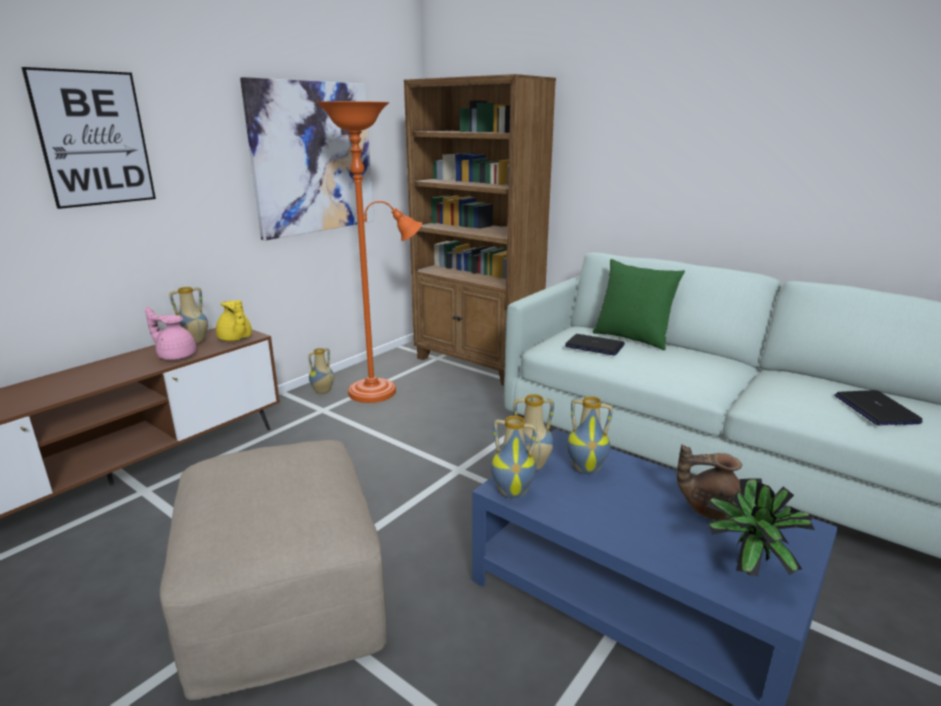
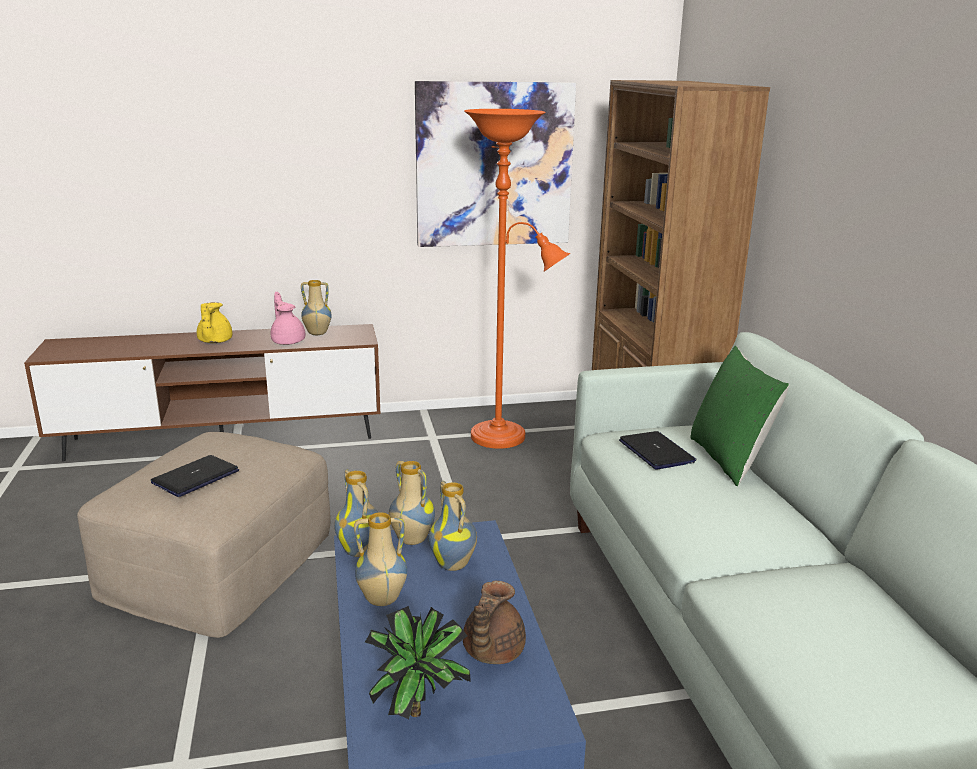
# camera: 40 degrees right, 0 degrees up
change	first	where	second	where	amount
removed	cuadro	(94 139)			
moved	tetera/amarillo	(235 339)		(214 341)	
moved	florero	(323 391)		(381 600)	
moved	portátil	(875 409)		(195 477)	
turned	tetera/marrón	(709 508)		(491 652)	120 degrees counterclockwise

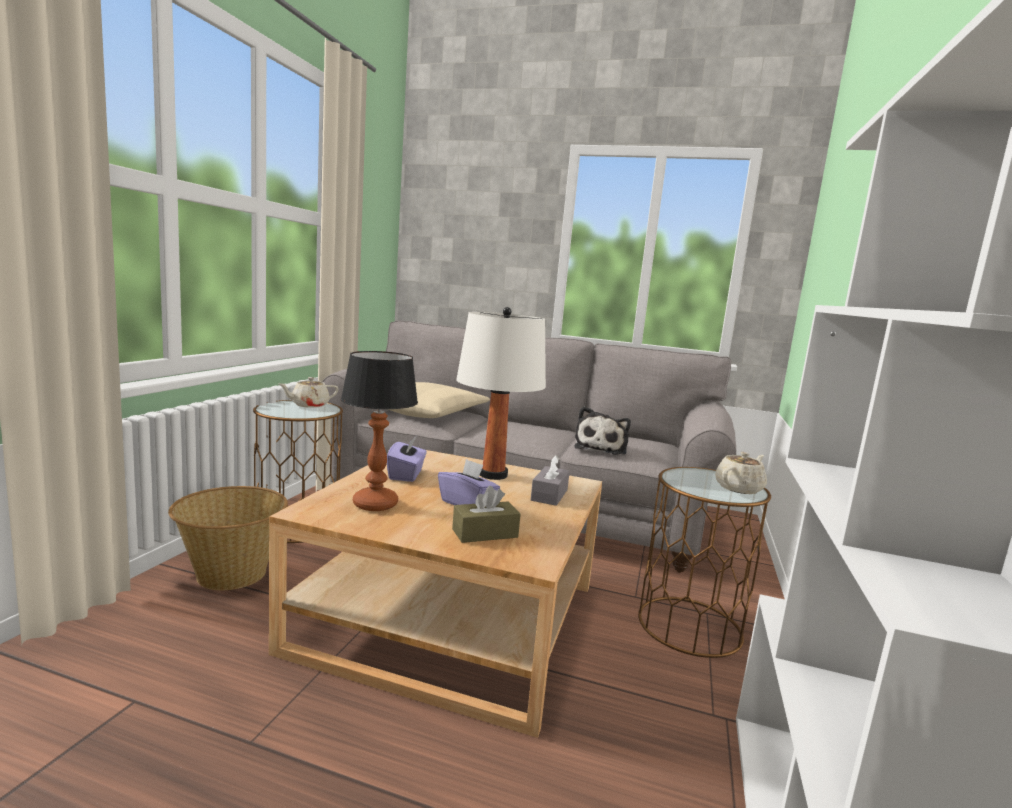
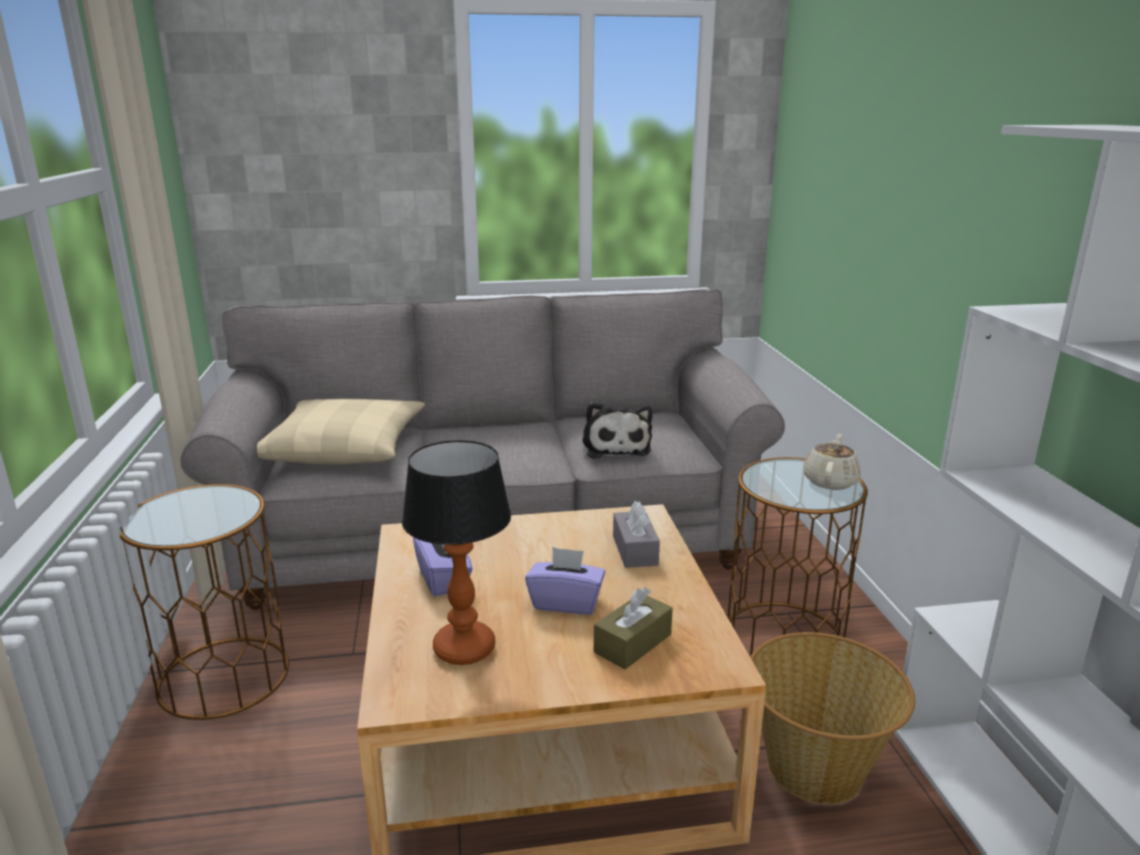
# camera: 25 degrees left, 10 degrees up
change	first	where	second	where	amount
removed	lámpara de mesa/blanco	(493 474)			
removed	tetera/beis	(309 405)			
moved	cesta	(231 574)		(815 769)	

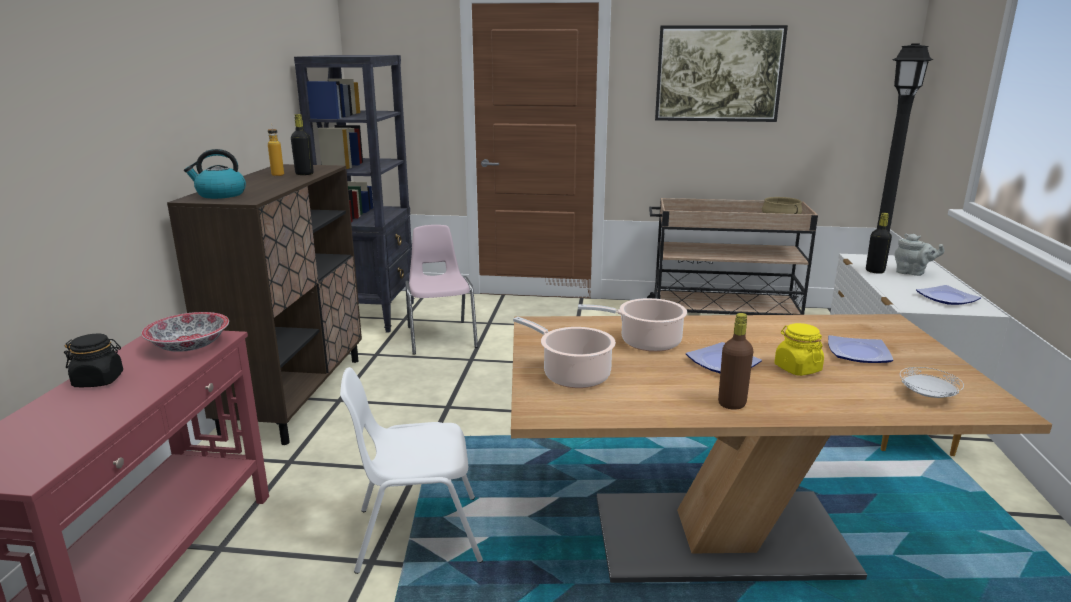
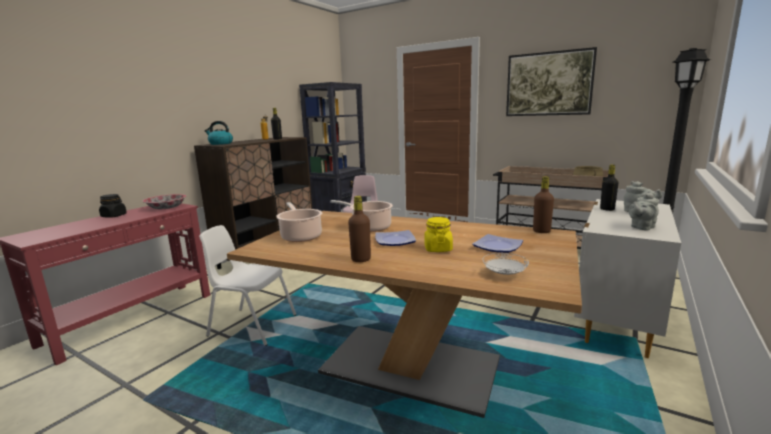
# camera: 25 degrees right, 5 degrees down
change	first	where	second	where	amount
replaced	plato	(946 298)	tetera/gris	(641 227)	
added			botella/marrón	(541 231)	

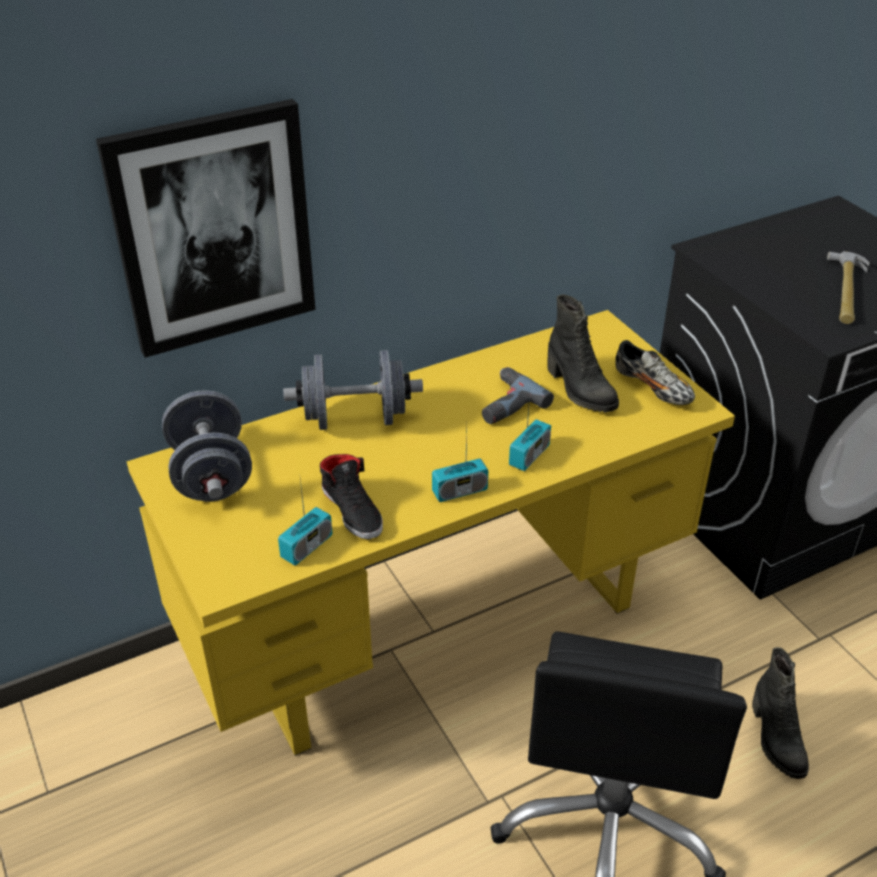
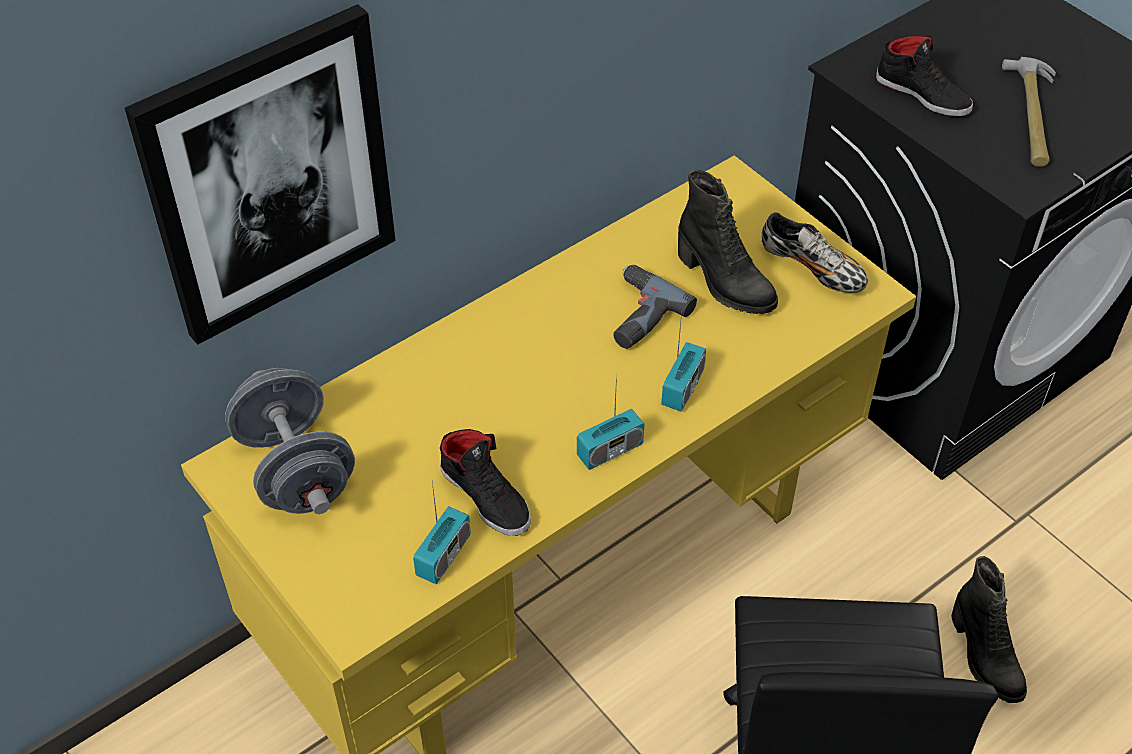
# camera: 10 degrees left, 10 degrees up
change	first	where	second	where	amount
removed	mancuerna/gris	(355 419)			
added			zapato/negro	(923 94)	

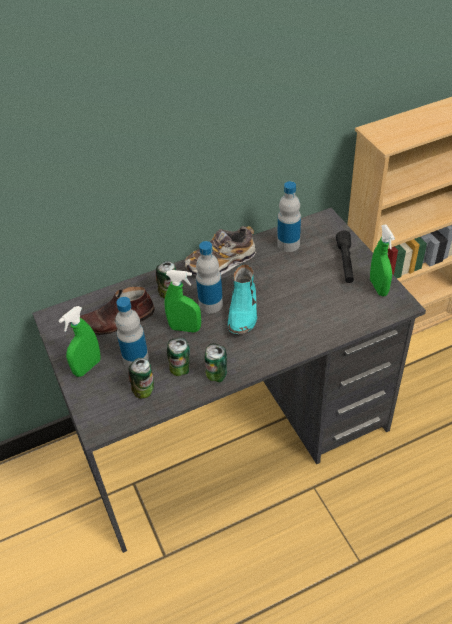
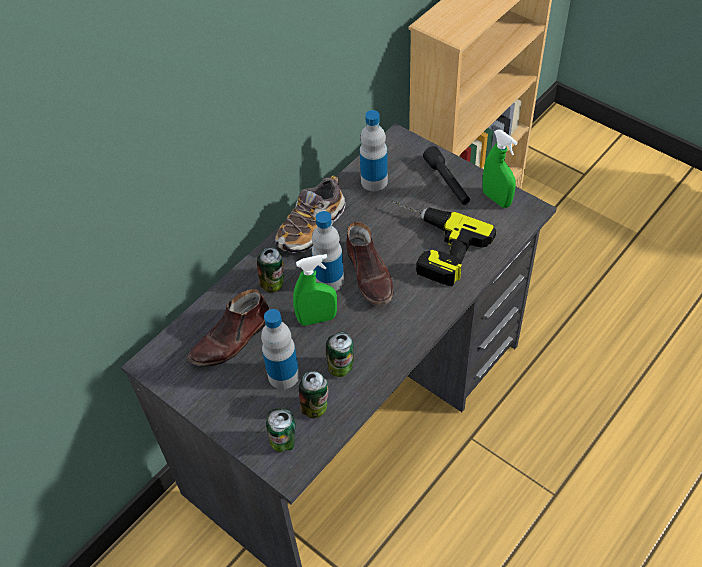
# camera: 25 degrees left, 5 degrees up
change	first	where	second	where	amount
recoloured	zapato/turquesa	(243 310)	zapato/marrón	(370 274)	
removed	pulverizador/verde	(87 367)			
moved	lata	(216 376)		(284 443)	
added			taladro	(429 245)	

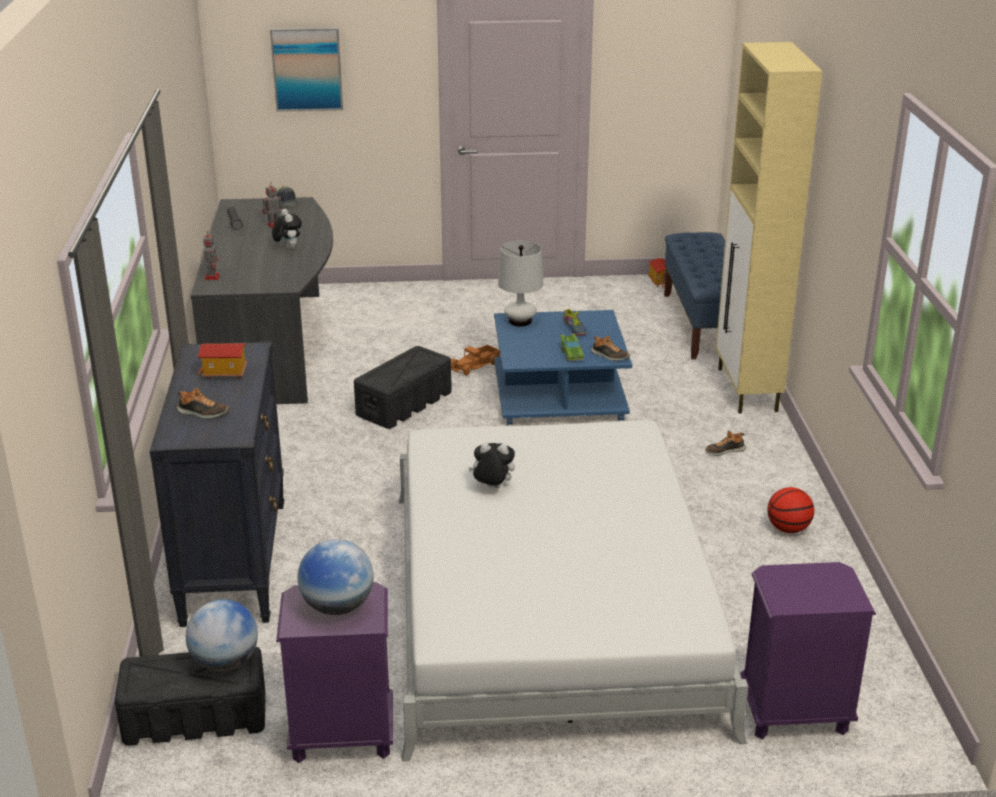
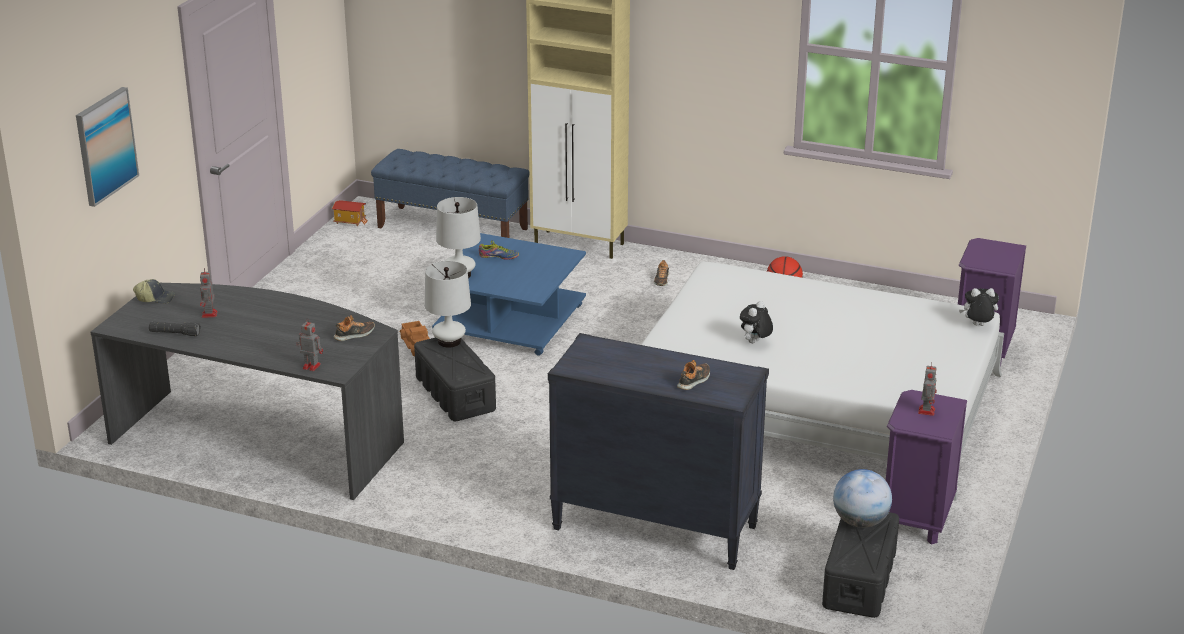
# camera: 65 degrees left, 0 degrees up
change	first	where	second	where	amount
moved	peluche	(288 248)		(977 326)	
removed	coche de juguete/verde	(571 354)			
moved	zapato	(609 356)		(355 335)	
removed	casita	(224 373)			
replaced	globo terráqueo	(337 606)	robot de juguete	(926 410)	
added			lámpara de mesa/blanco	(449 341)	

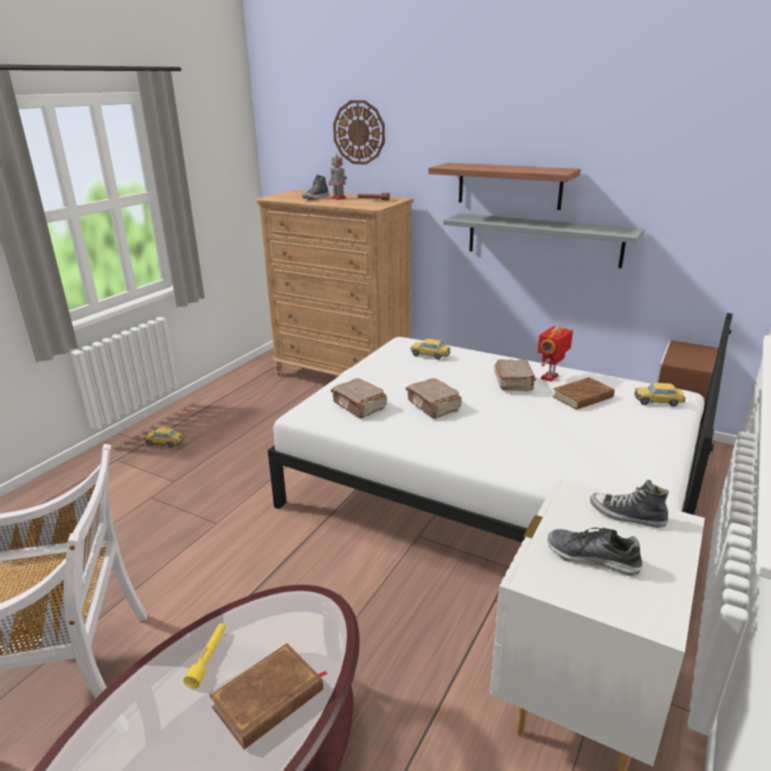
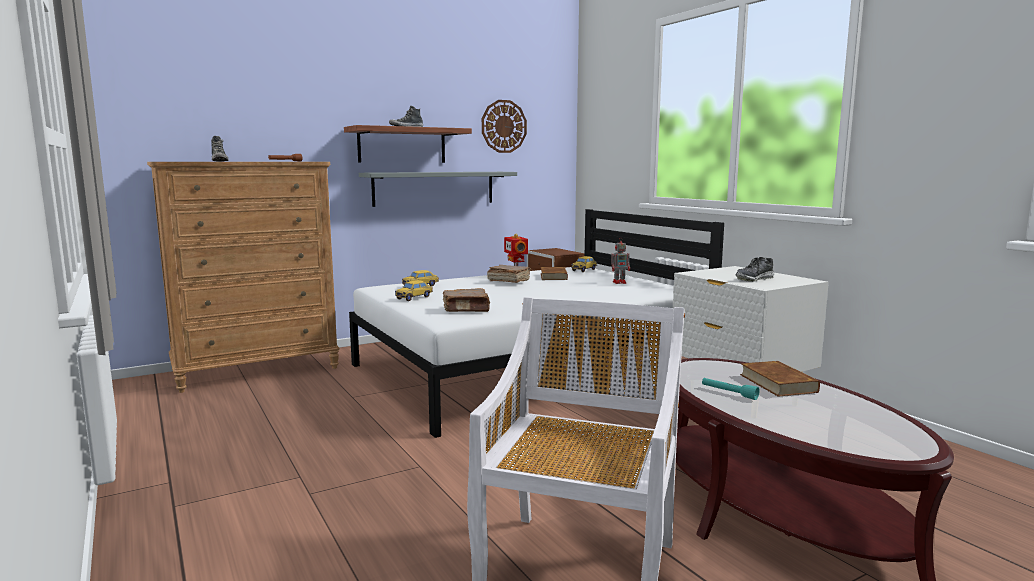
# camera: 60 degrees left, 15 degrees down
change	first	where	second	where	amount
moved	reloj de pared	(359 132)		(503 126)	
moved	robot de juguete	(339 198)		(620 282)	
removed	libro/marrón	(433 406)			
moved	coche de juguete	(165 443)		(414 298)	
moved	zapato	(626 516)		(406 127)	
recoloured	linterna/amarillo	(208 658)	linterna/turquesa	(729 393)	

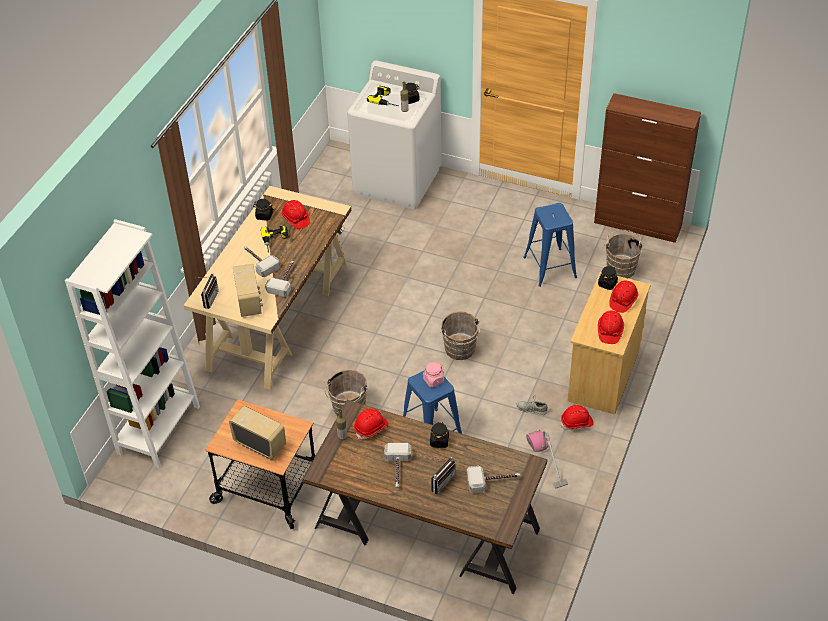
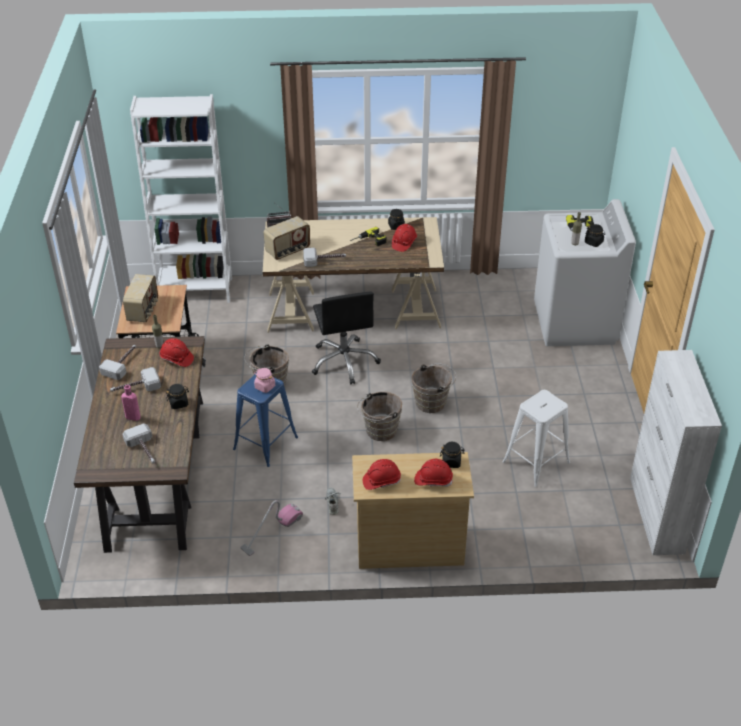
# camera: 65 degrees right, 5 degrees down
change	first	where	second	where	amount
recoloured	armario/marrón	(638 224)	armario/blanco	(656 515)	
recoloured	taburete/azul	(550 267)	taburete/blanco	(536 462)	
moved	cubo/marrón	(621 267)		(433 402)	
moved	martillo	(259 262)		(122 364)	
removed	casco/rojo	(577 423)			
replaced	radio	(440 481)	botella/rosa	(132 417)	
added			silla de oficina/negro	(344 361)	

